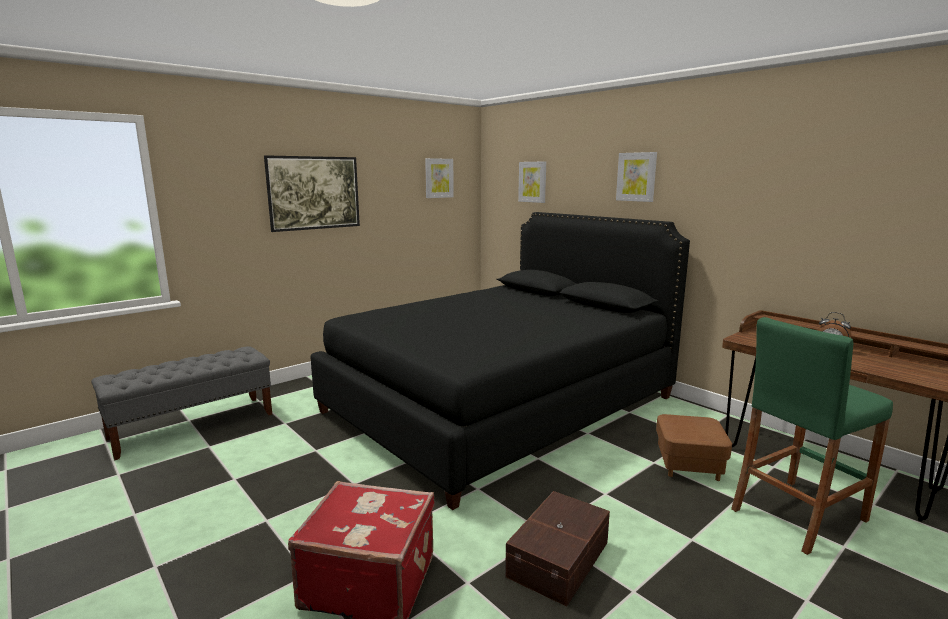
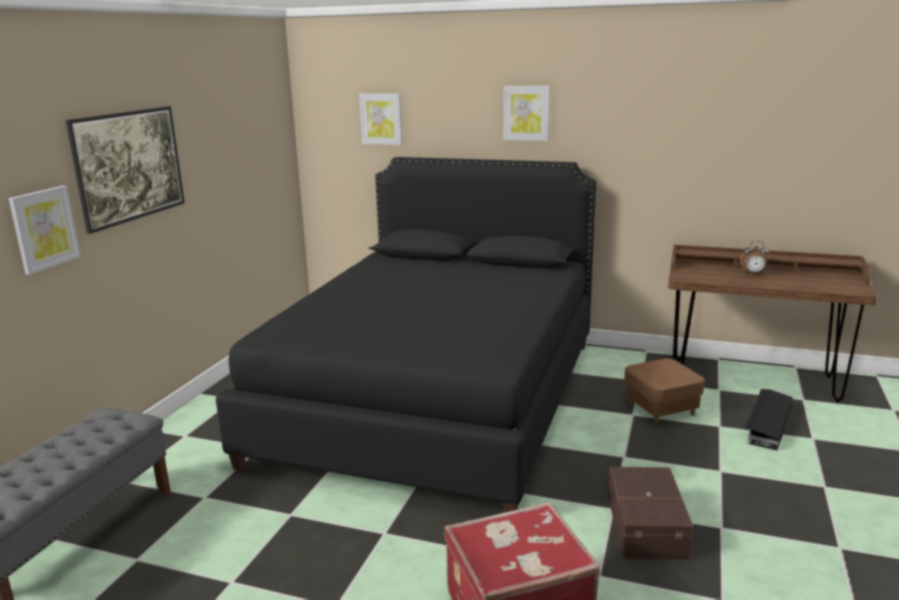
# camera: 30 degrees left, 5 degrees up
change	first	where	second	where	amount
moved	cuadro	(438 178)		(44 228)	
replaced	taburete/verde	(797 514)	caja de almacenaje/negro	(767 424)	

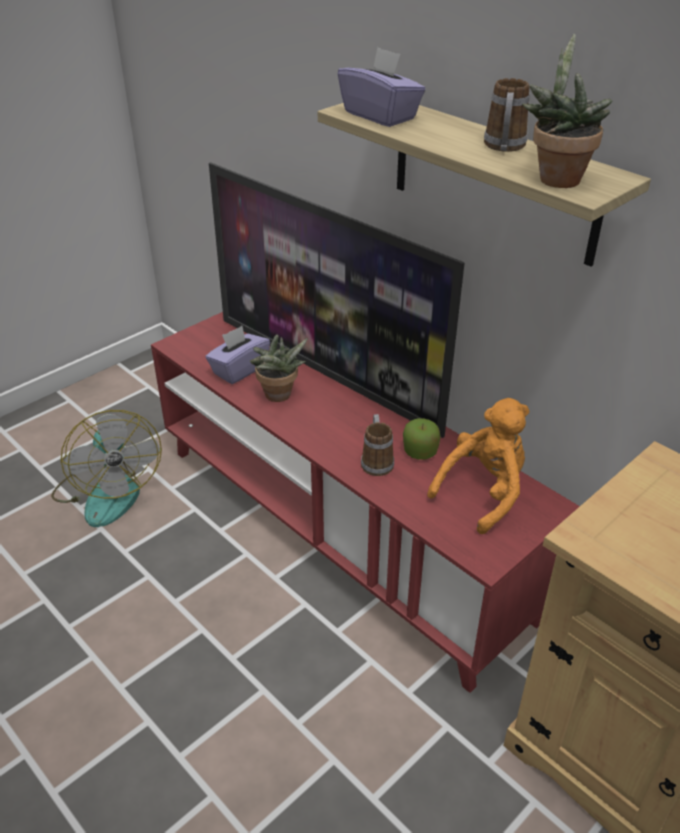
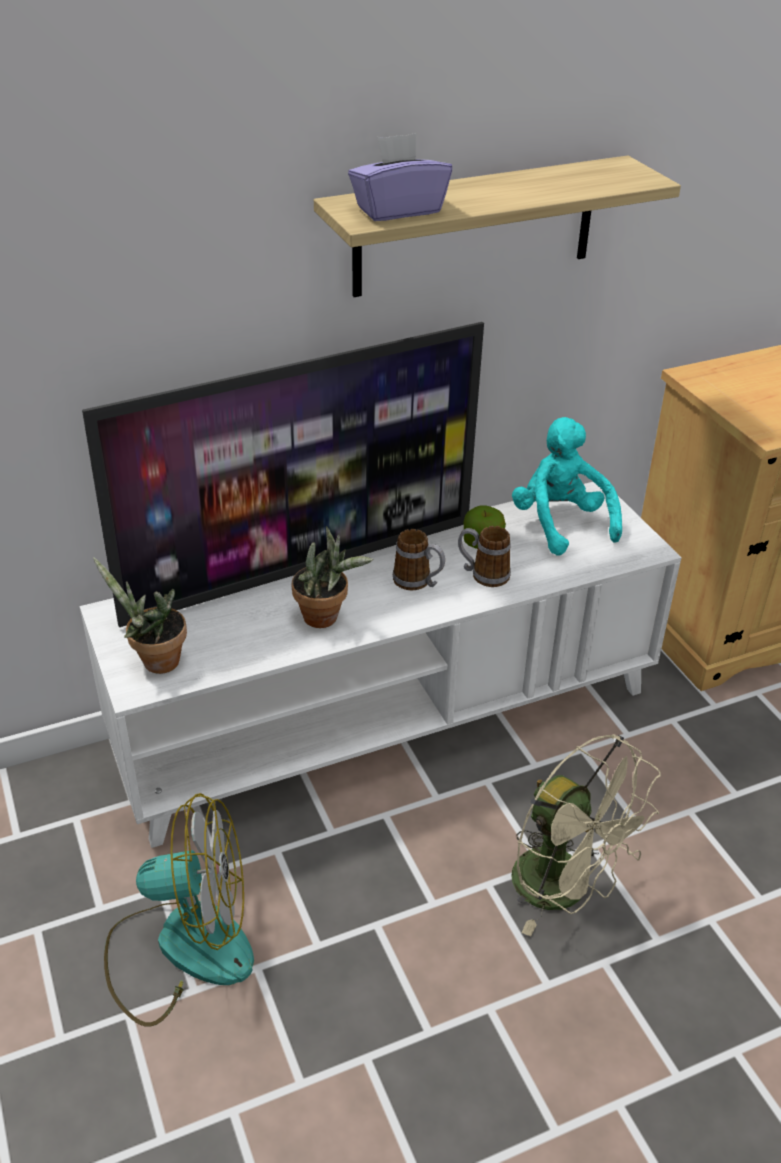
# camera: 70 degrees left, 0 degrees up
change	first	where	second	where	amount
moved	planta en maceta	(556 177)		(155 661)	
moved	taza grande	(504 148)		(418 582)	
recoloured	mueble de televisión/rojo	(340 529)	mueble de televisión/blanco	(388 721)	
removed	caja de pañuelos/morado	(239 370)			
recoloured	peluche/naranja	(483 492)	peluche/turquesa	(560 523)	
added			ventilador/beis	(565 889)	

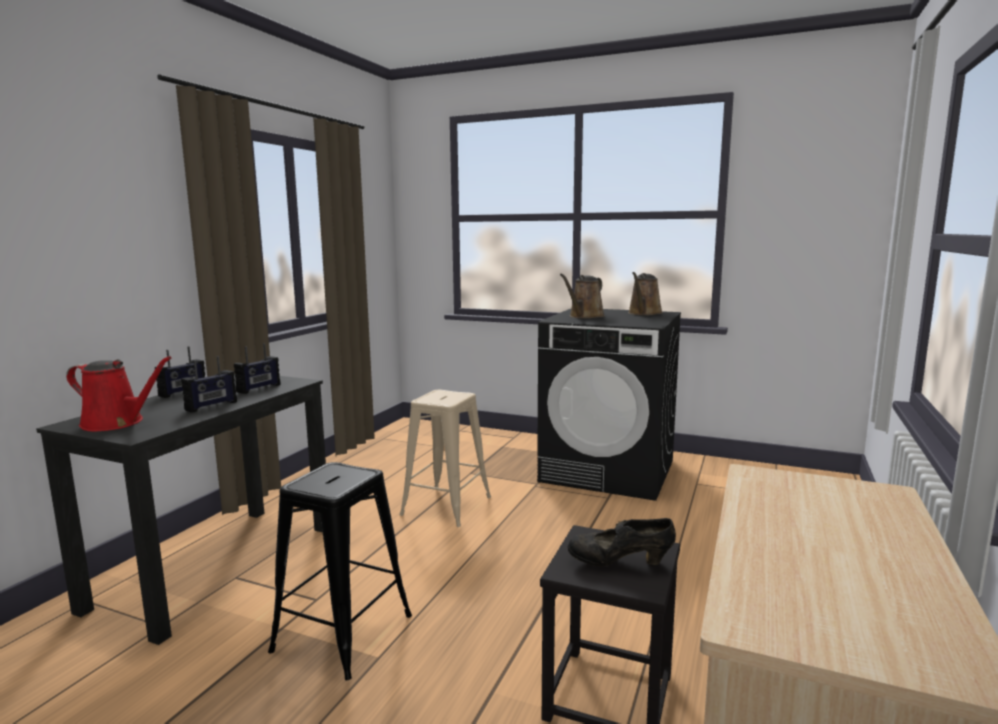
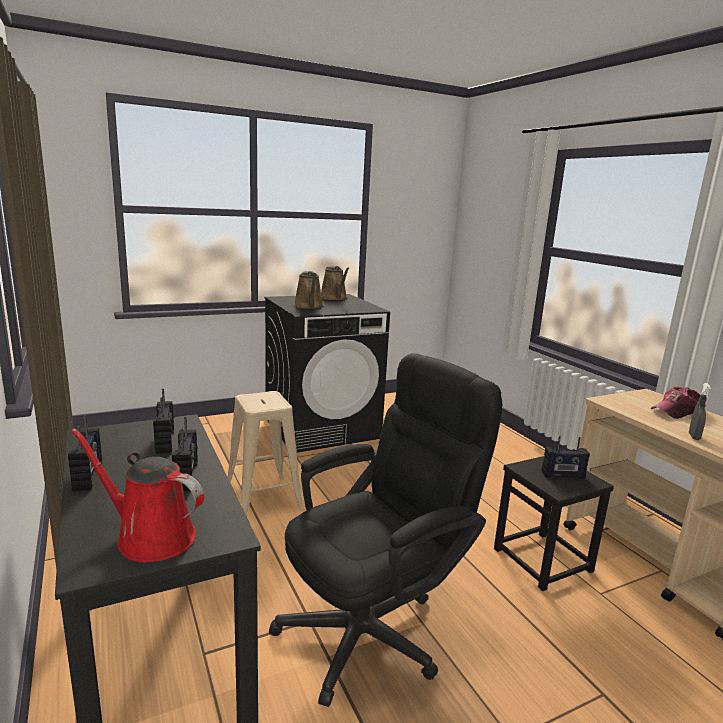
# camera: 50 degrees left, 5 degrees up
change	first	where	second	where	amount
turned	regadera/rojo	(117 423)		(150 536)	120 degrees counterclockwise
replaced	taburete/negro	(343 633)	silla de oficina/negro	(374 626)	
replaced	zapato/negro	(619 563)	radio	(563 475)	
added			pulverizador/gris	(694 437)	
added			gorra	(677 411)	

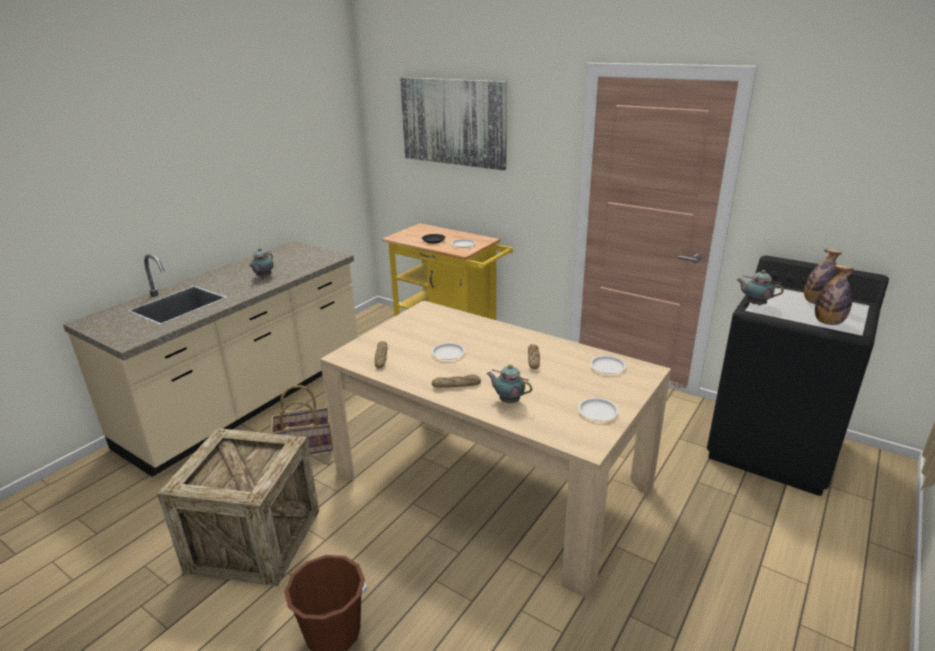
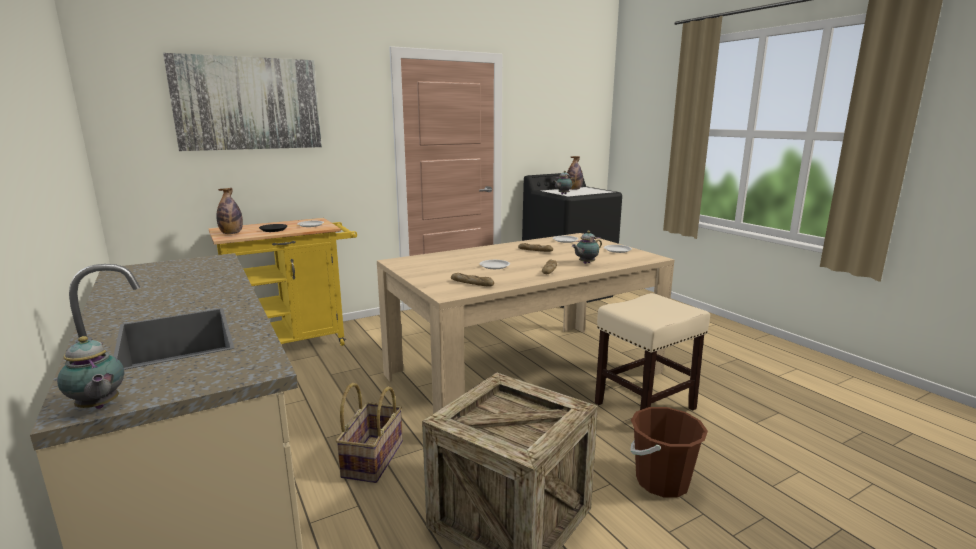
# camera: 65 degrees left, 10 degrees down
change	first	where	second	where	amount
moved	tetera	(263 277)		(98 407)	
moved	botella	(828 322)		(231 233)	
added			taburete/beis	(644 406)	

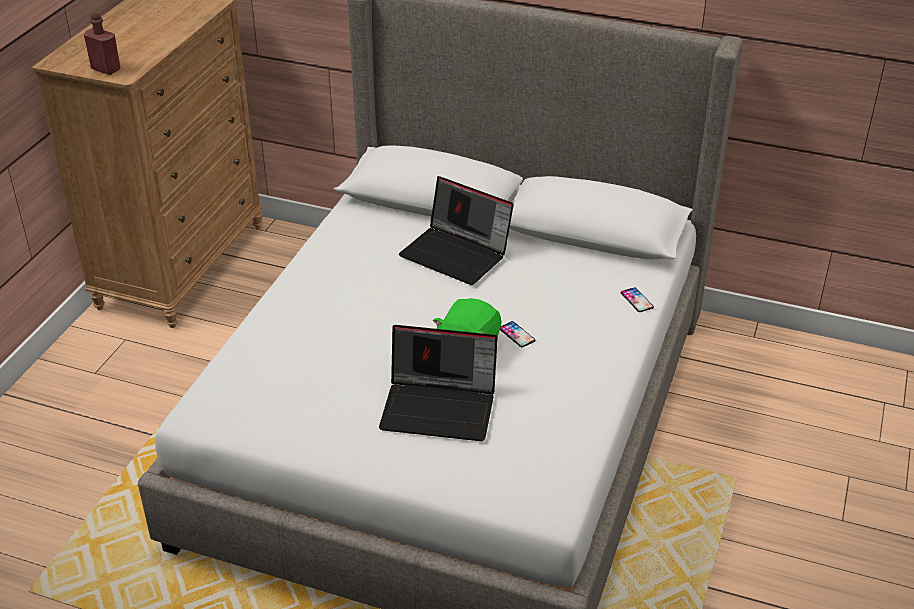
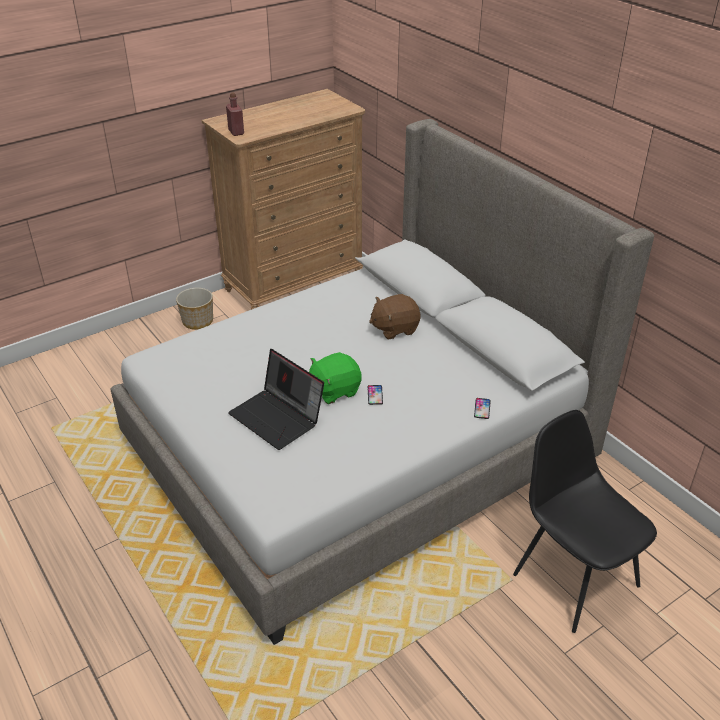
# camera: 35 degrees right, 0 degrees up
change	first	where	second	where	amount
replaced	portátil	(457 254)	peluche/marrón	(394 328)	
added			maceta	(198 321)	
added			silla/negro	(573 577)	

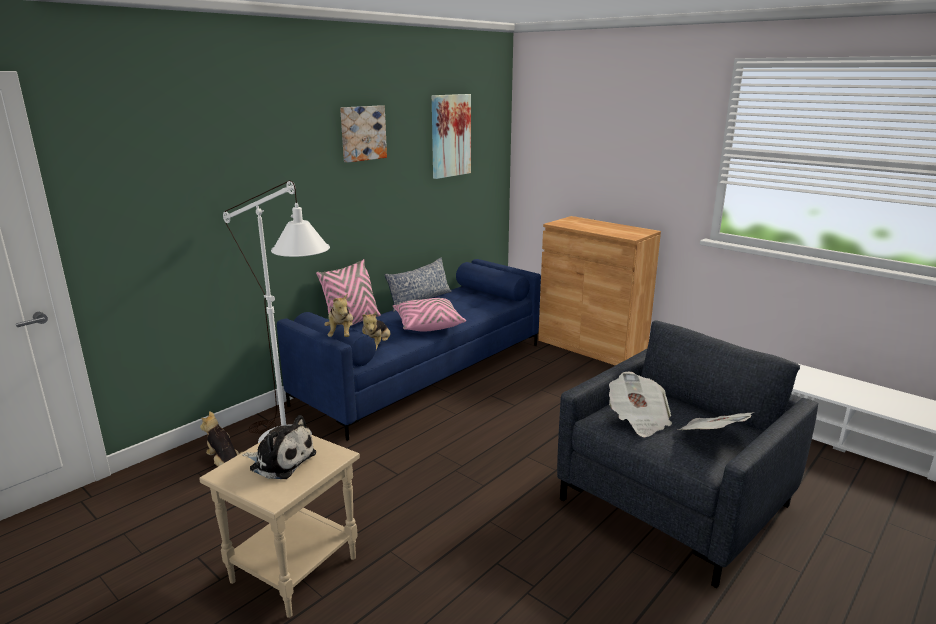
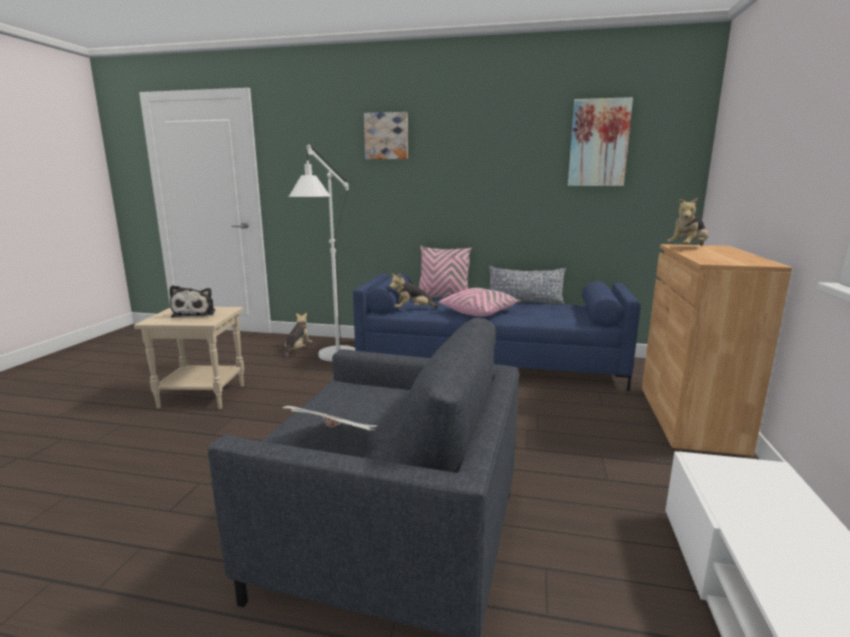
# camera: 60 degrees right, 5 degrees down
change	first	where	second	where	amount
moved	cuadro	(362 133)		(386 136)	
moved	peluche	(341 334)		(687 248)	
removed	periódico	(638 419)			

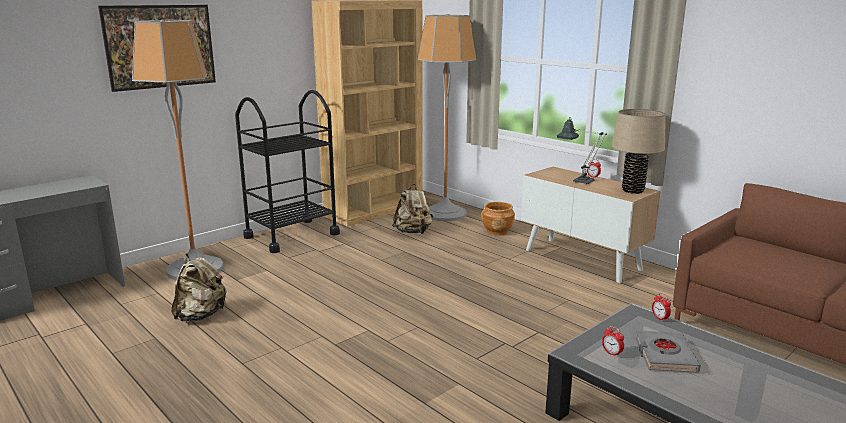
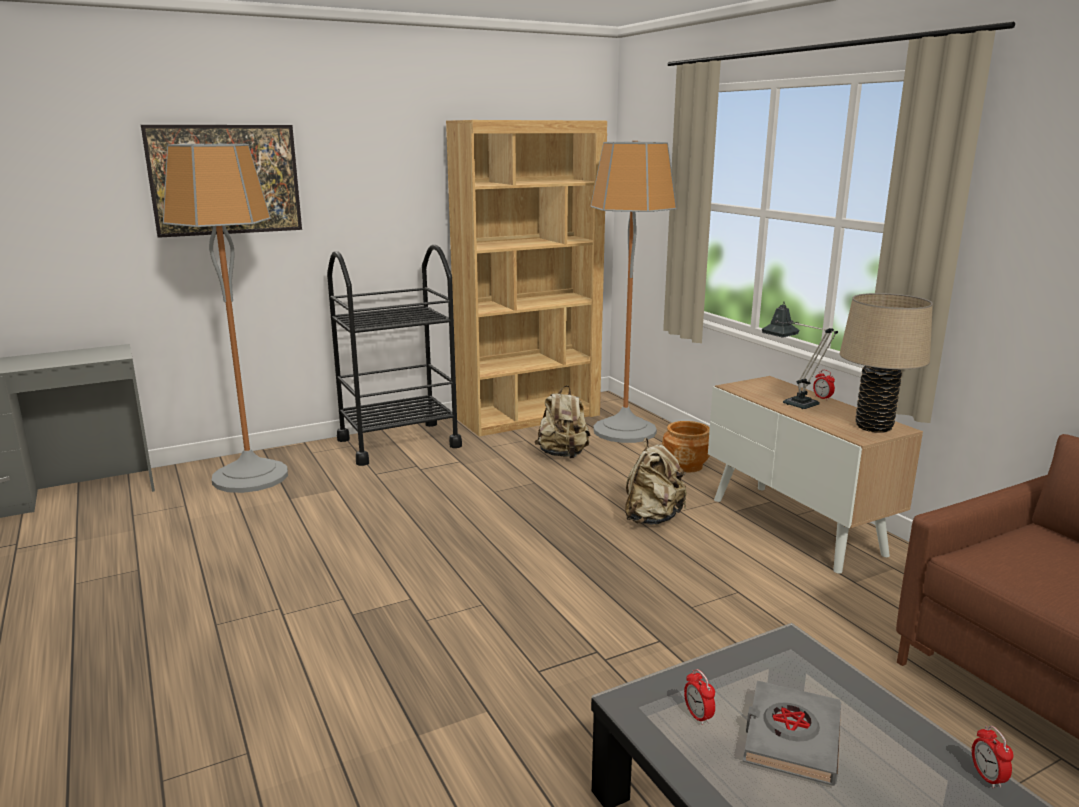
# camera: 15 degrees right, 0 degrees up
change	first	where	second	where	amount
moved	mochila/beis	(201 315)		(652 518)	
moved	despertador	(660 318)		(987 777)	

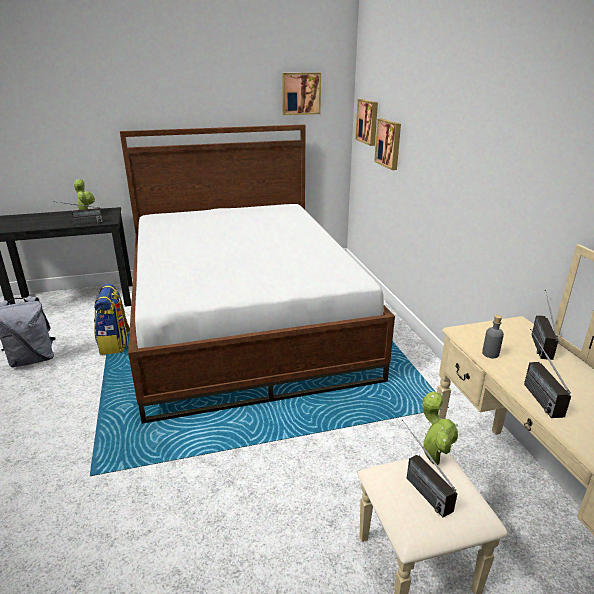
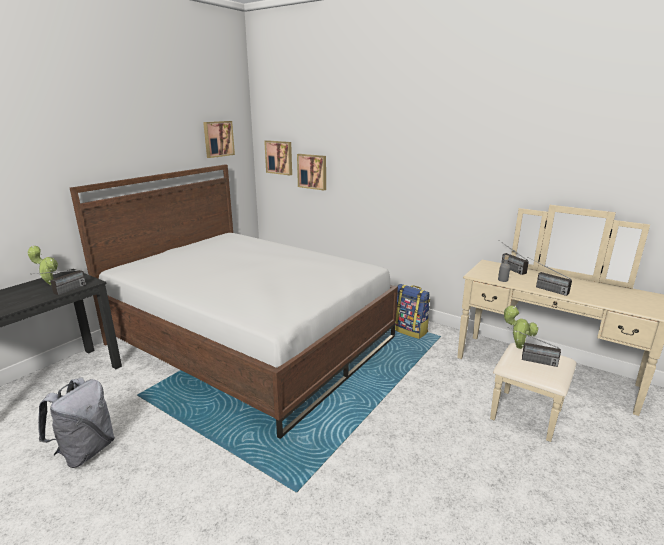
# camera: 40 degrees left, 5 degrees down
change	first	where	second	where	amount
moved	mochila	(115 344)		(410 331)	

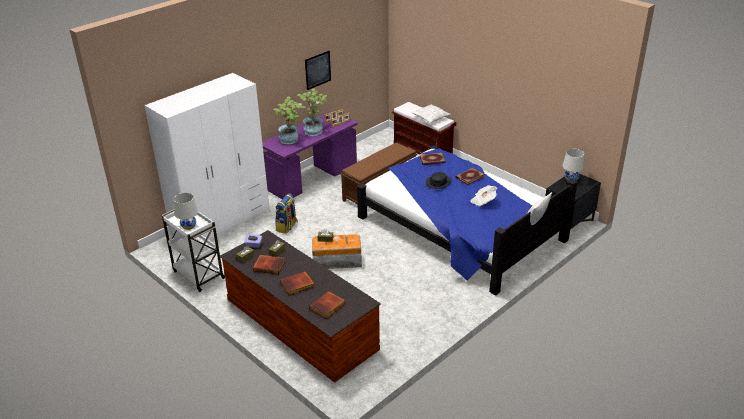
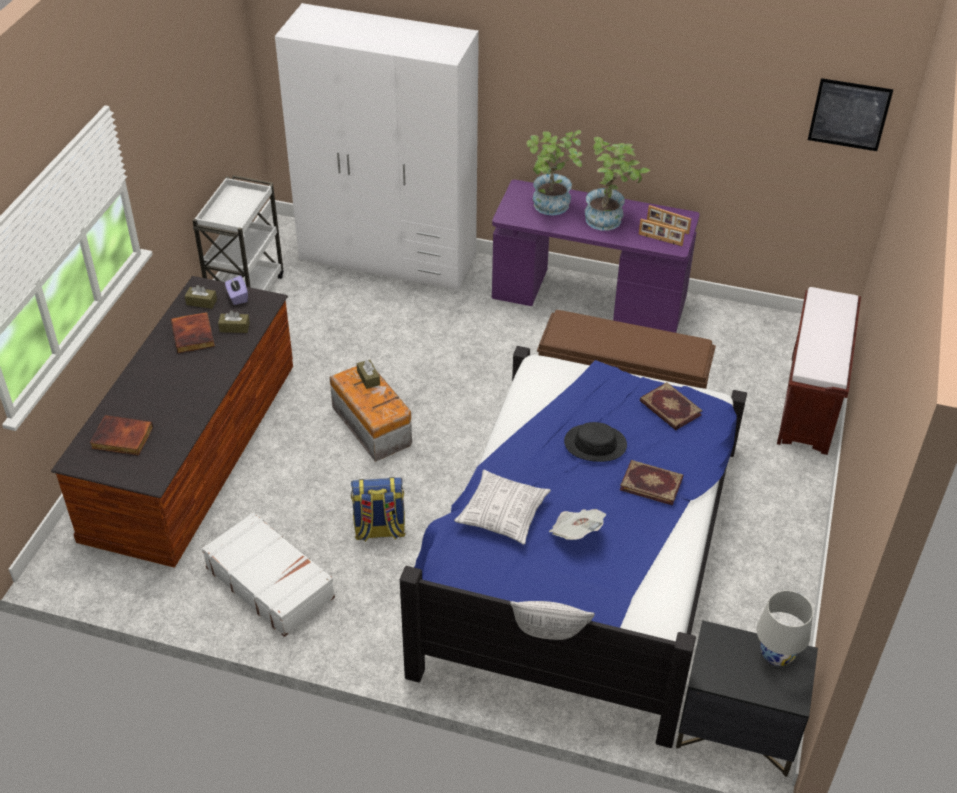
# camera: 60 degrees right, 10 degrees up
change	first	where	second	where	amount
moved	cuadro	(317 70)		(849 114)	
moved	cojín	(430 118)		(503 514)	
removed	lámpara de mesa/blanco	(188 226)			
moved	mochila	(287 227)		(379 530)	
removed	libro	(297 285)			
added			maleta/blanco	(270 582)	

